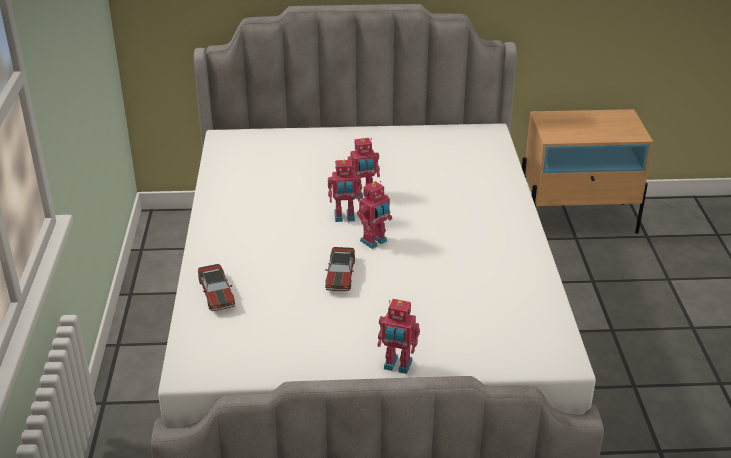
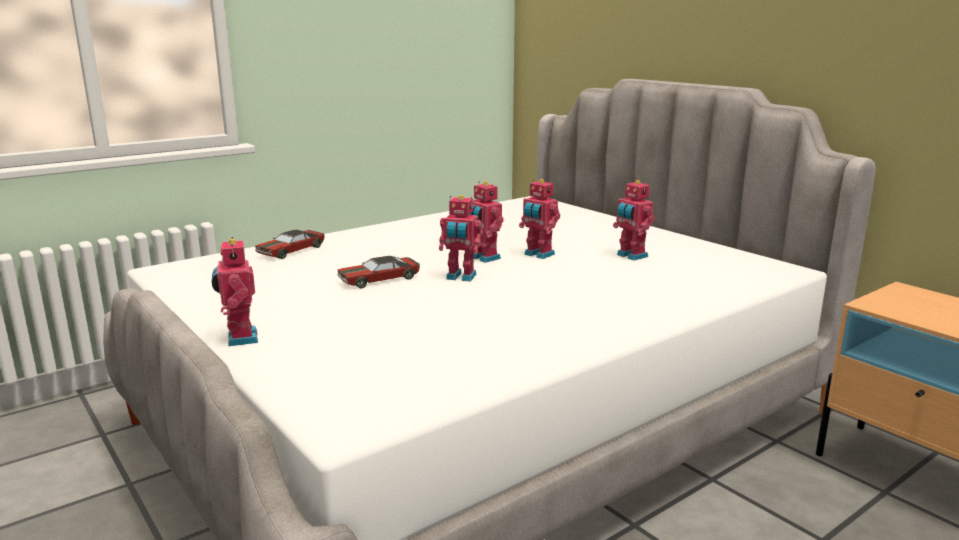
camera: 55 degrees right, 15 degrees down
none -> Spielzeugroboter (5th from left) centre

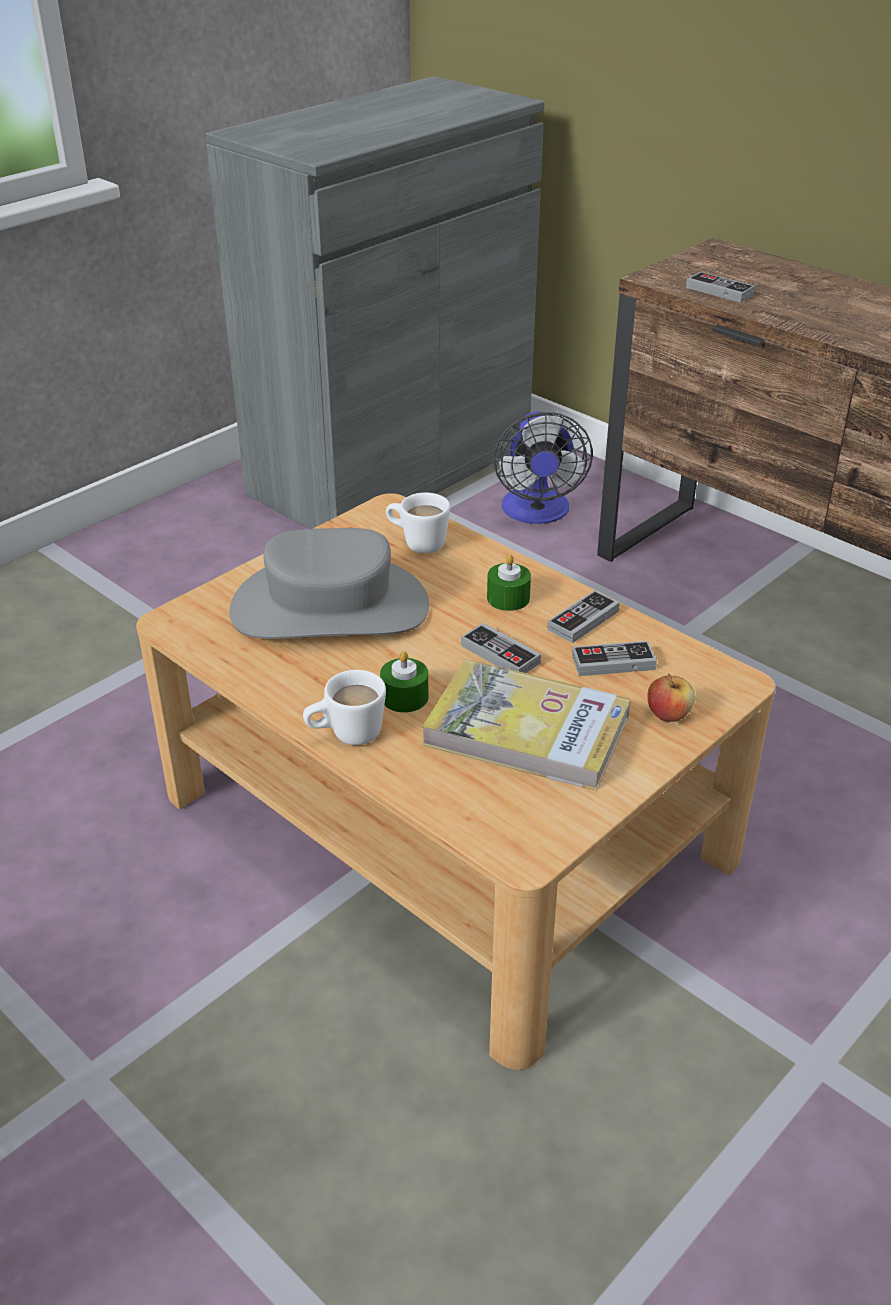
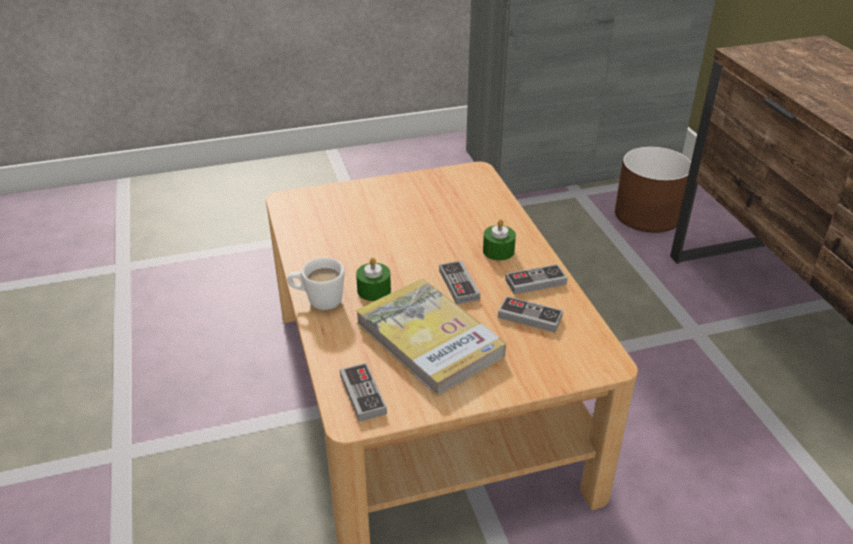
camera: 30 degrees right, 0 degrees up
Hut/grau centre -> none
Henkelbecher/weiß (2nd from left) centre -> none
Ventilator centre -> Pflanzkübel/braun middle right
Apfel middle right -> none
Gamepad (4th from left in the first image) top right -> Gamepad (1st from left) bottom centre, move

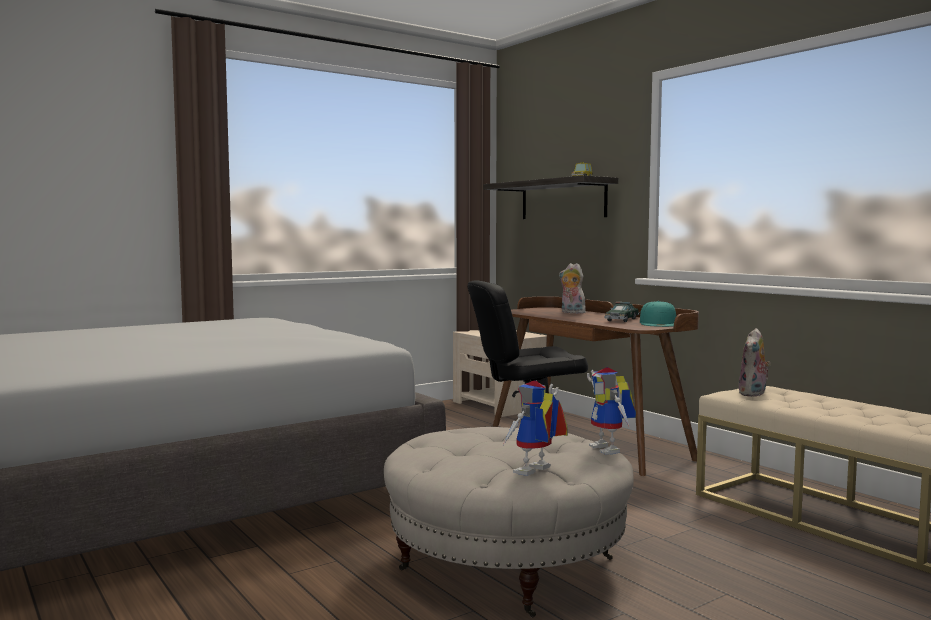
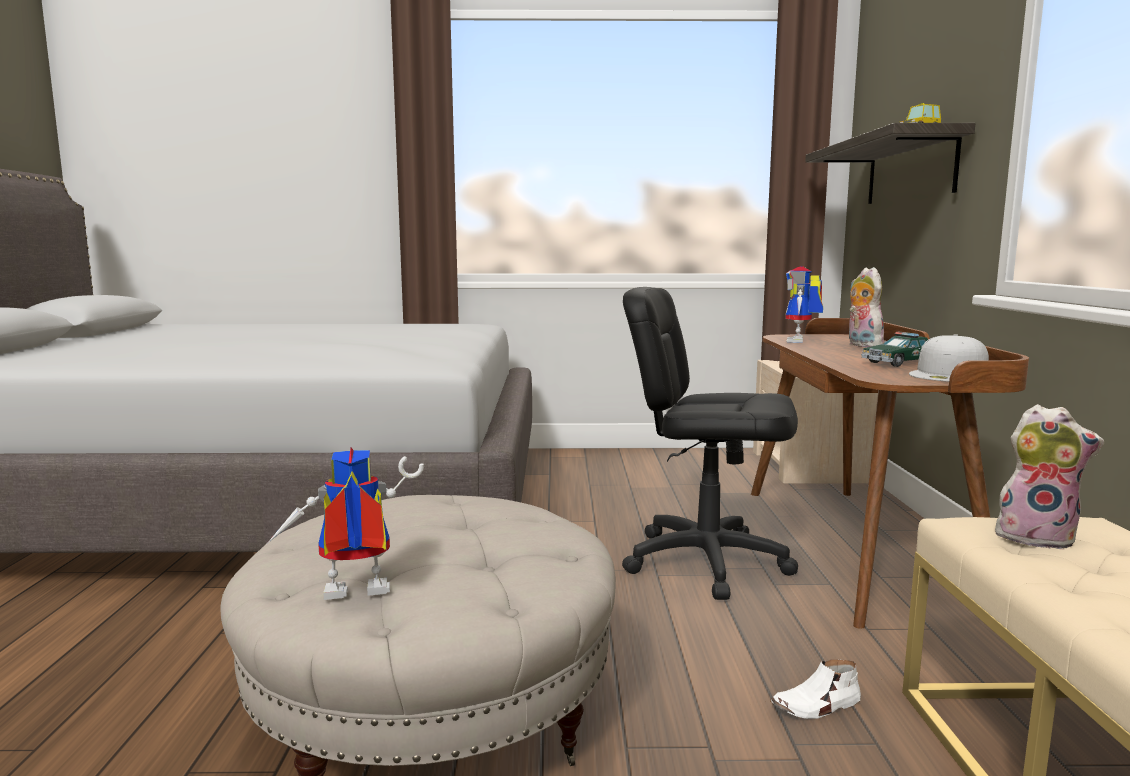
camera: 35 degrees right, 5 degrees up
Spielzeugroboter (2nd from left) centre -> Spielzeugroboter (2nd from left) middle right, move
Kappe/türkis middle right -> Kappe/weiß middle right
Plüschtier (2nd from left) middle right, 135 degrees counterclockwise
none -> Schuh/weiß bottom right

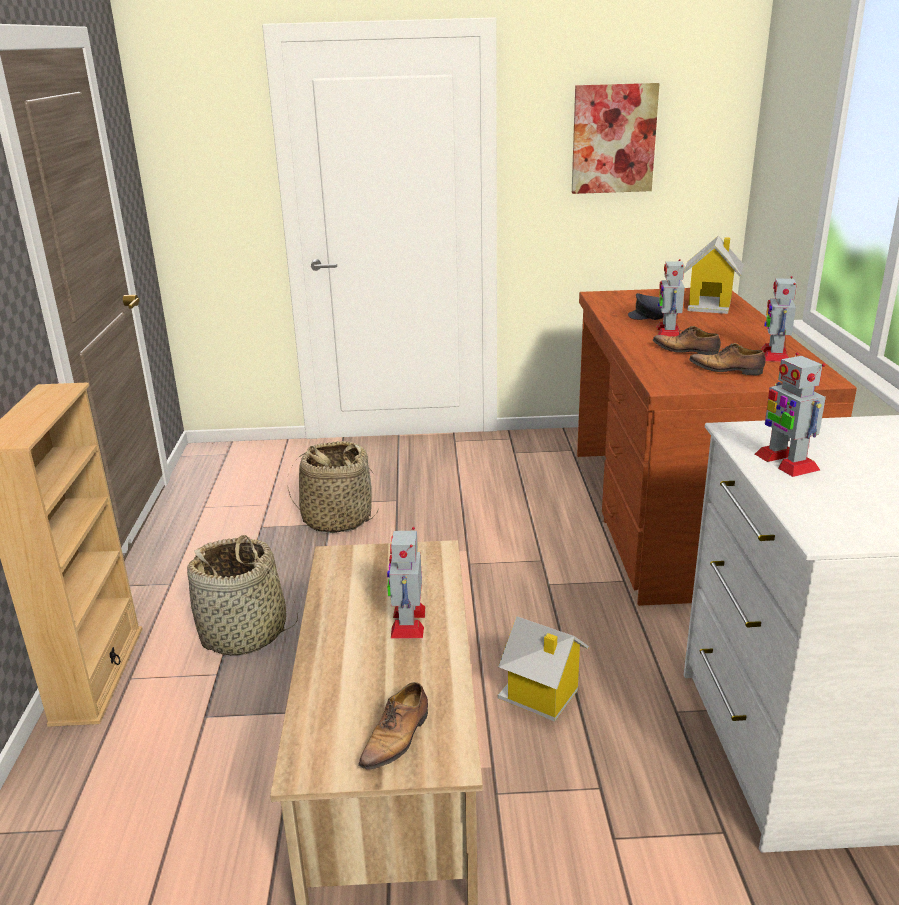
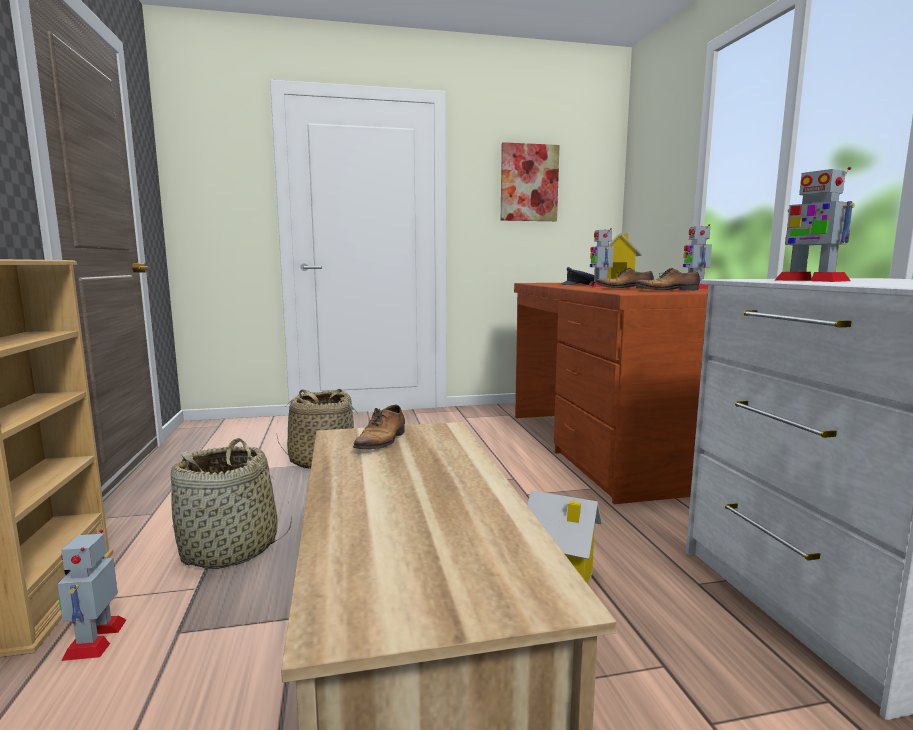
camera: 10 degrees left, 15 degrees down
Schuh (1st from left) bottom centre -> Schuh (1st from left) centre, move
Spielzeugroboter (1st from left) centre -> Spielzeugroboter (1st from left) bottom left, move

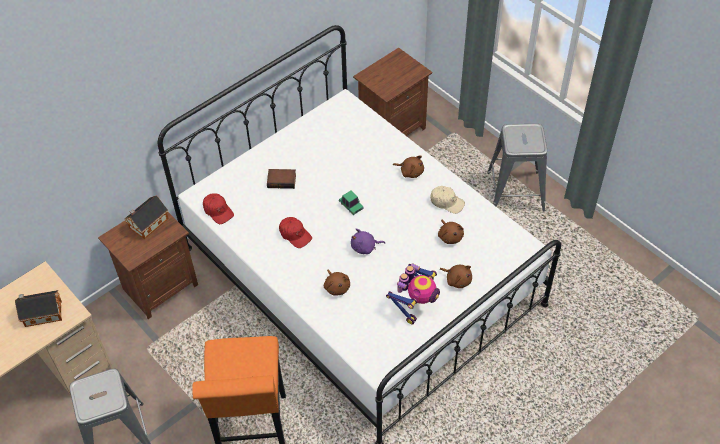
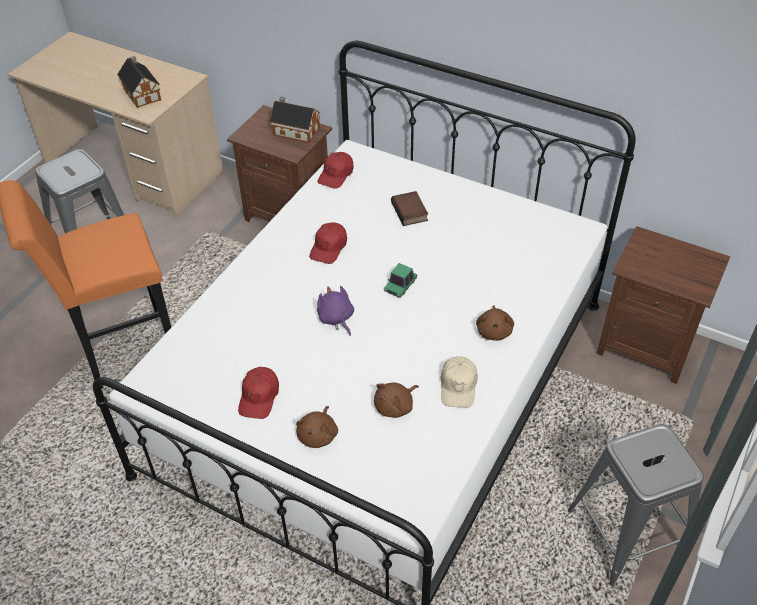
camera: 70 degrees right, 5 degrees down
Plüschtier/braun (1st from left) centre -> none
Spielzeugroboter centre -> Kappe/rot (1st from left) centre

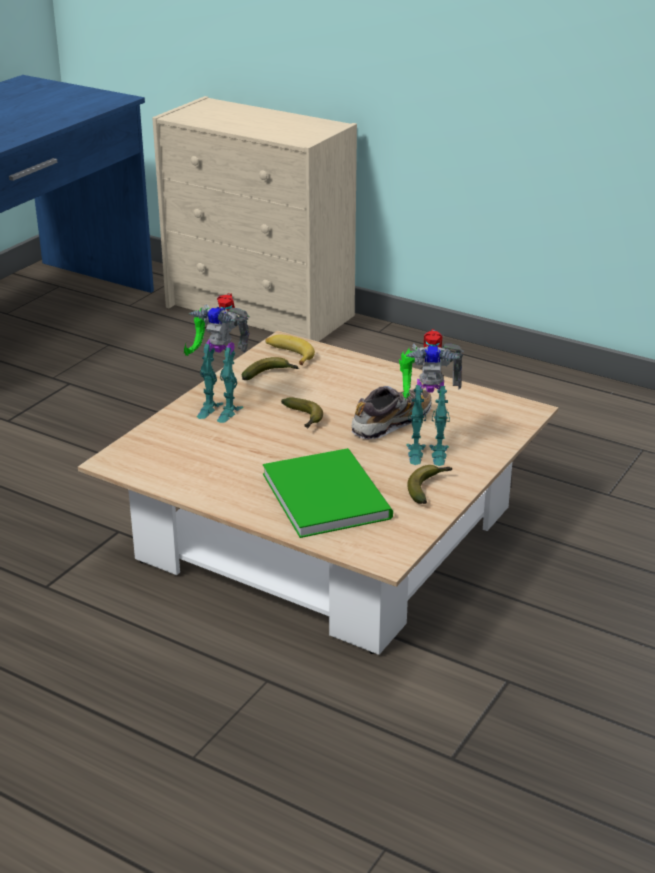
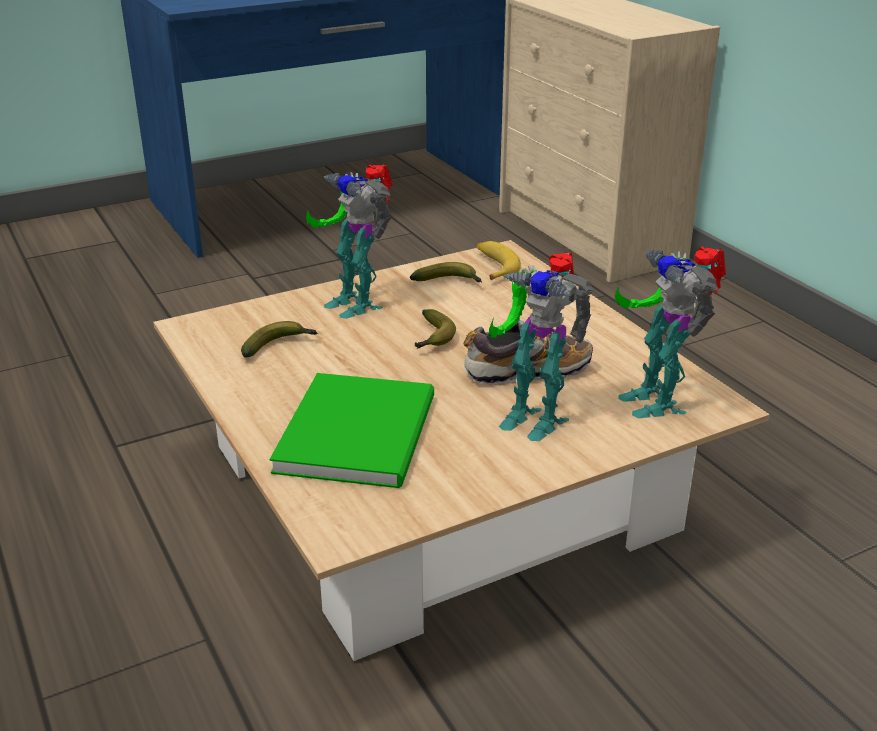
camera: 30 degrees right, 0 degrees up
Banane (4th from left in the first image) centre -> Banane (1st from left) middle left, move
none -> Spielzeugroboter (3rd from left) middle right

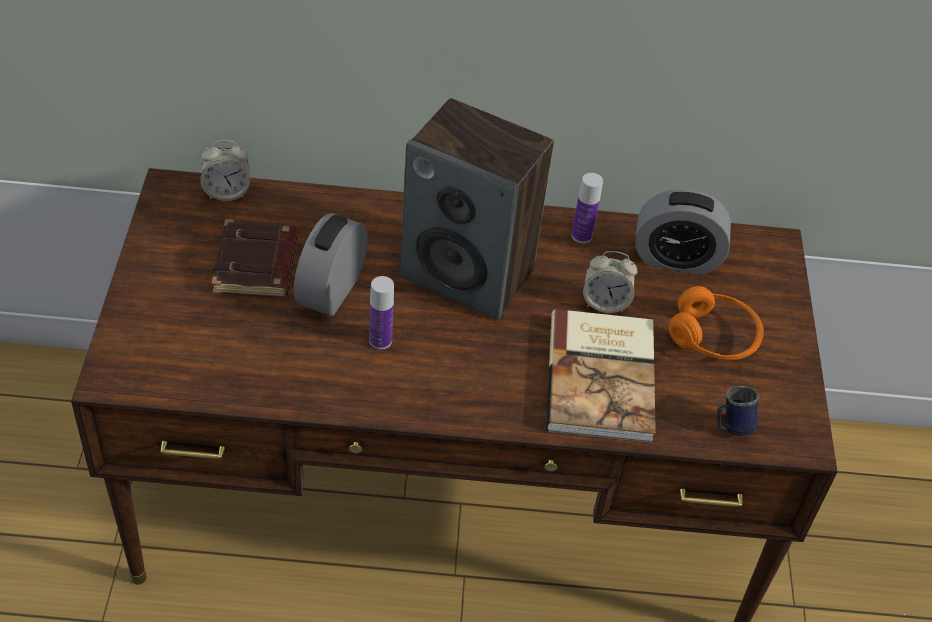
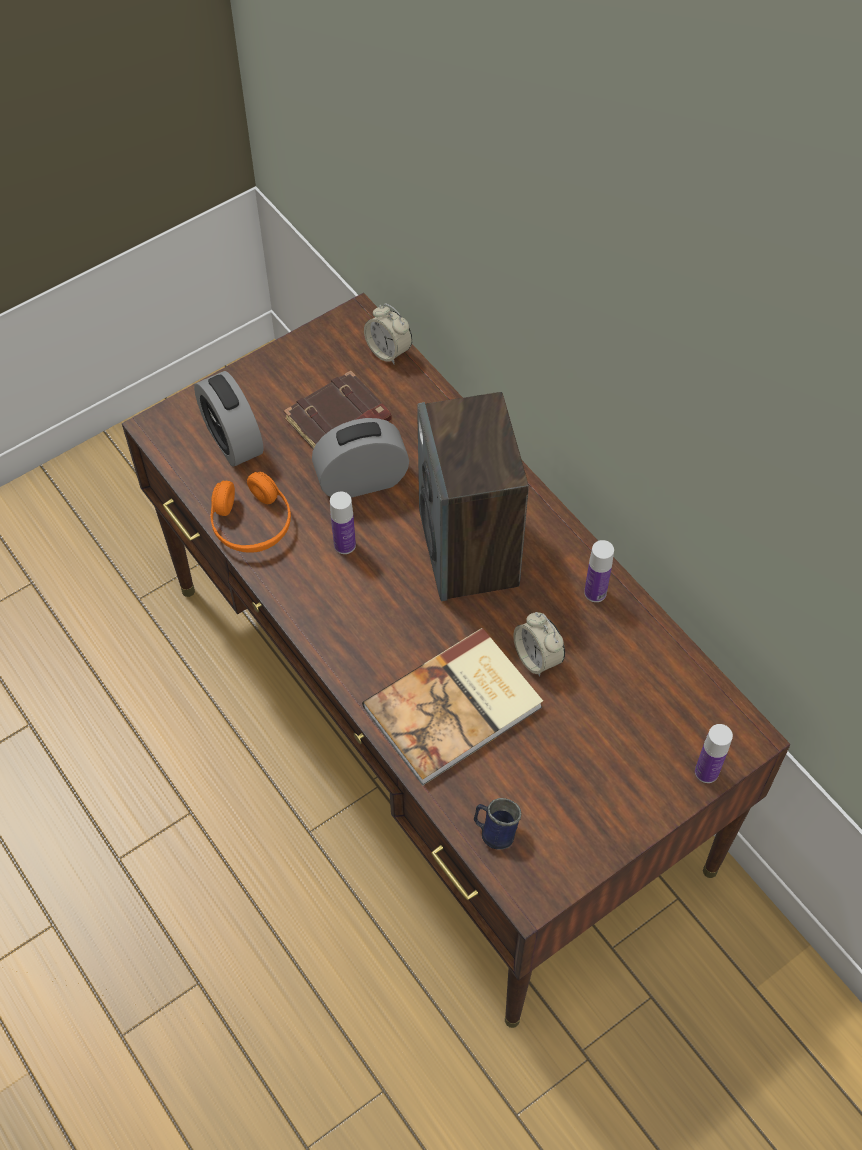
camera: 55 degrees right, 10 degrees up
Wecker (4th from left in the first image) middle right -> Wecker (1st from left) middle left, move
Kopfhörer/orange middle right -> Kopfhörer/orange middle left, move
none -> Flasche (3rd from left) middle right

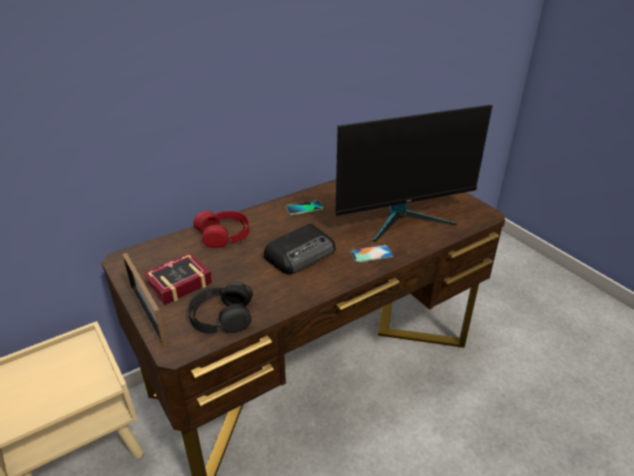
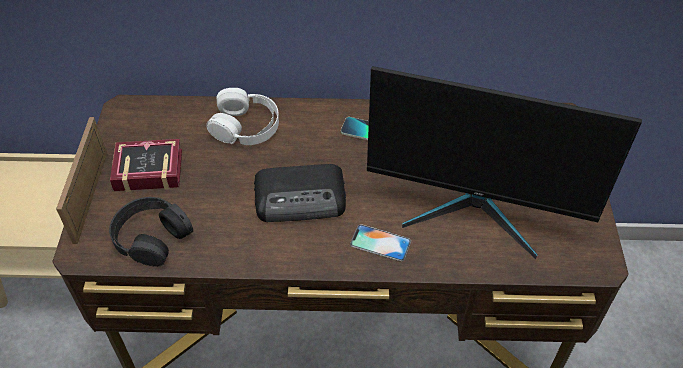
camera: 35 degrees right, 15 degrees up
Kopfhörer/rot centre -> Kopfhörer/weiß top centre

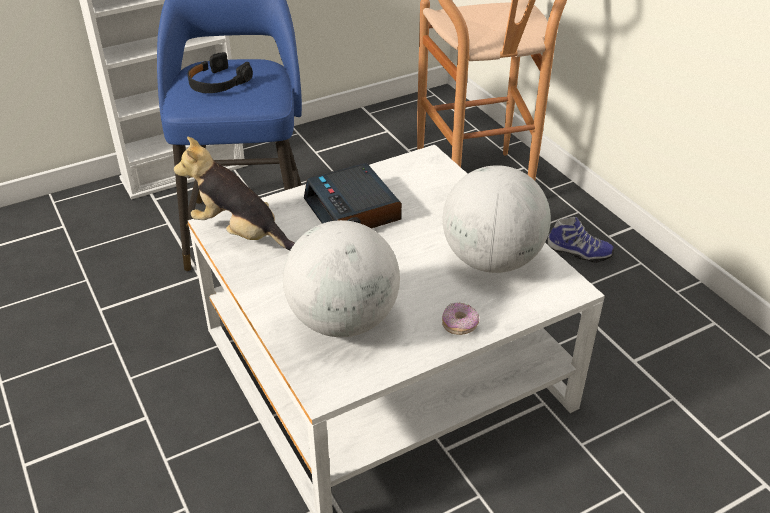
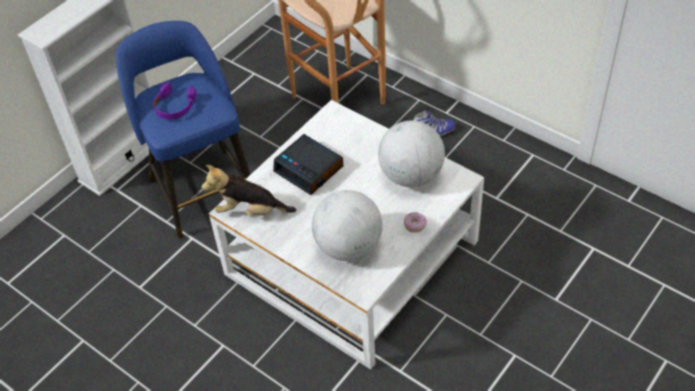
camera: 20 degrees left, 10 degrees up
Kopfhörer/schwarz top left -> Kopfhörer/lila top left

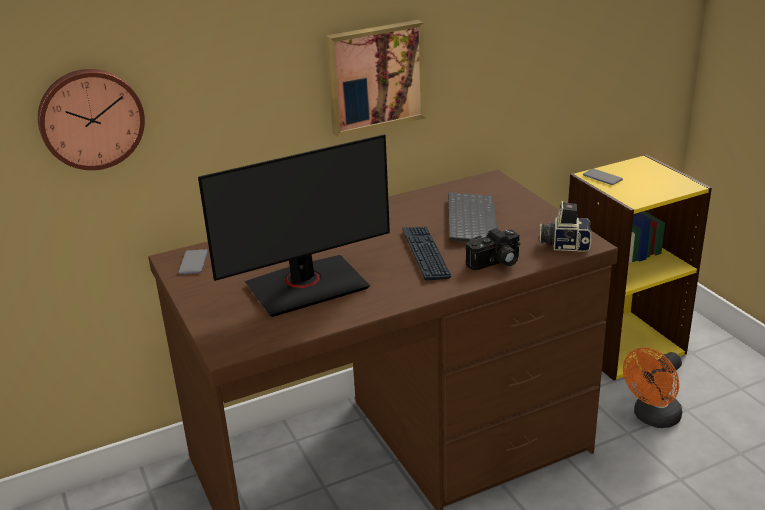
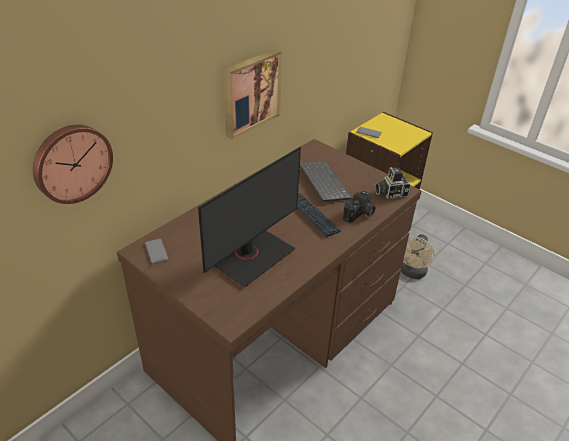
camera: 25 degrees left, 10 degrees up
Ventilator/orange bottom right -> Ventilator/beige middle right

